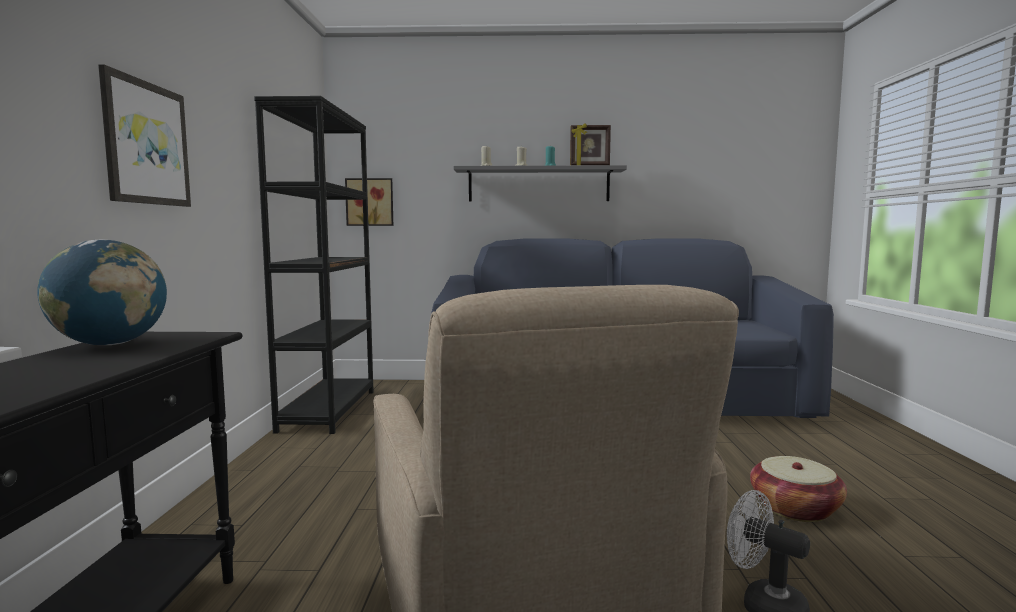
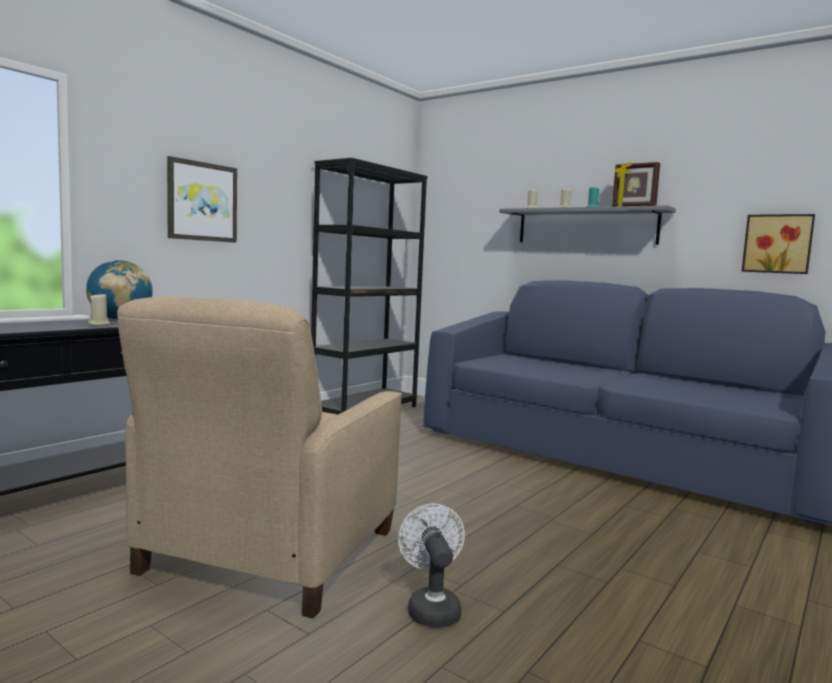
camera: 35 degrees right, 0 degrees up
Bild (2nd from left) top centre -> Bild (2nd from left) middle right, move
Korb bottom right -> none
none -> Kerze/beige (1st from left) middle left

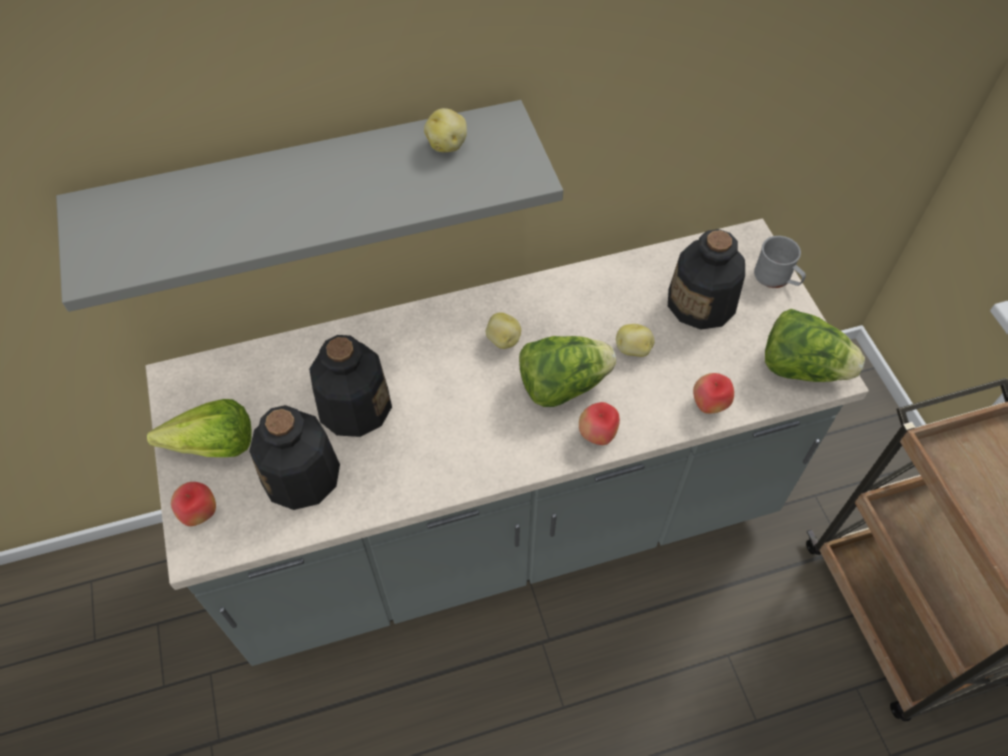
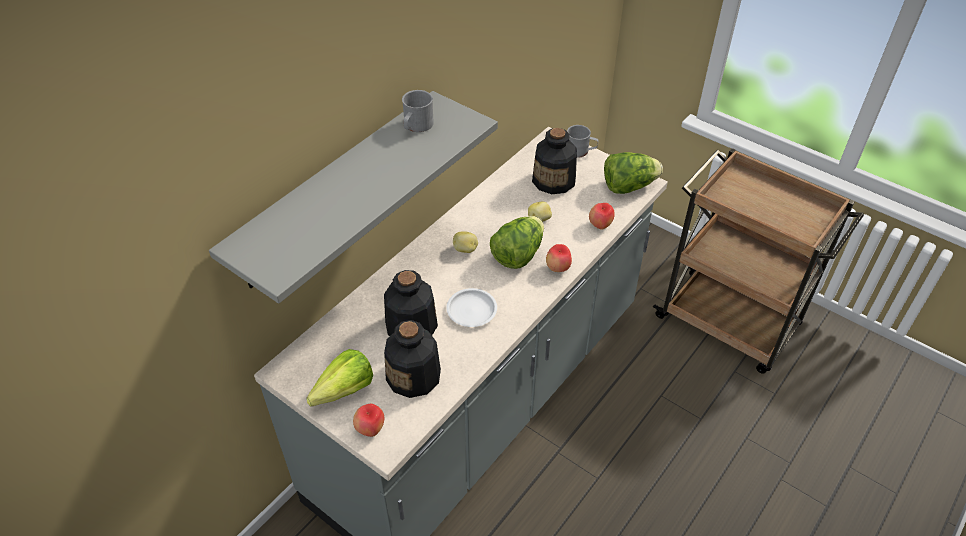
camera: 35 degrees left, 10 degrees down
Kartoffel (1st from left) top centre -> Henkelbecher/grau (1st from left) top centre
none -> Teller/weiß centre

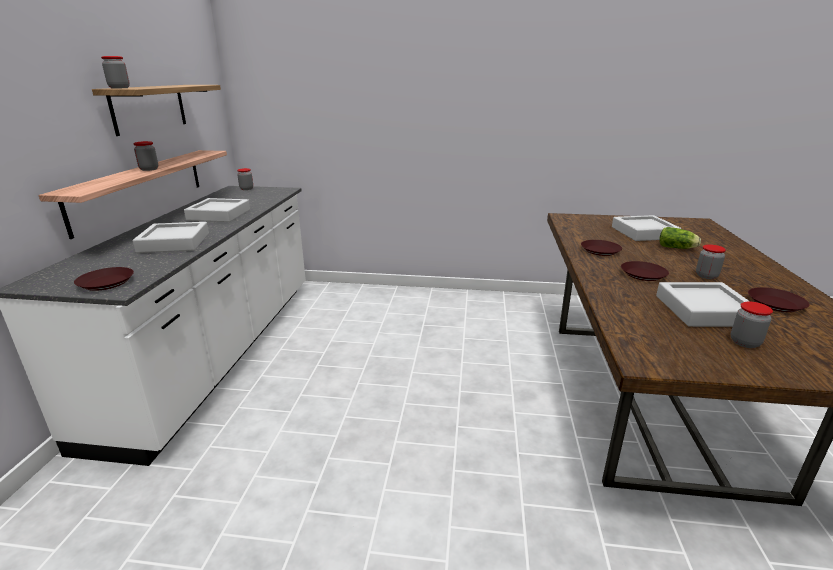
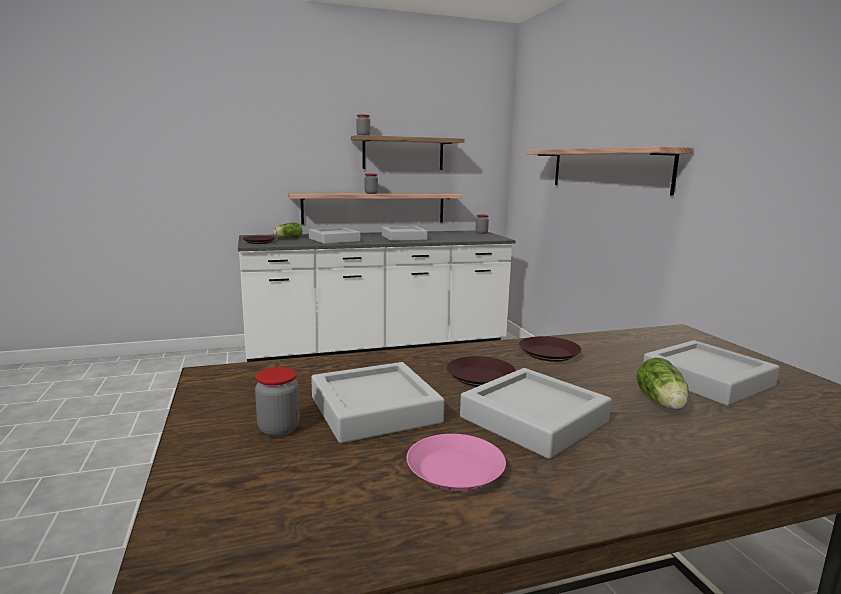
camera: 65 degrees right, 10 degrees down
Vorratsglas (4th from left) middle right -> Tablett/grau (4th from left) bottom centre
Teller/braun (4th from left) middle right -> Teller/rosa bottom centre
none -> Salatkopf (1st from left) centre
none -> Wandregal (3rd from left) top right

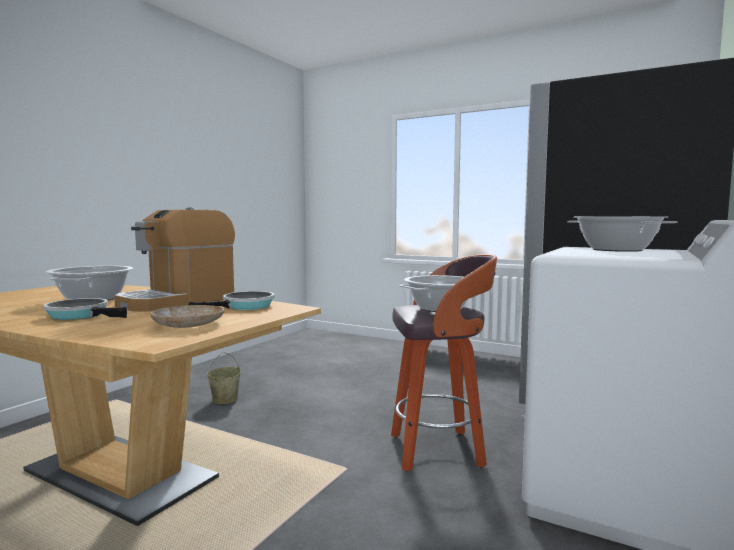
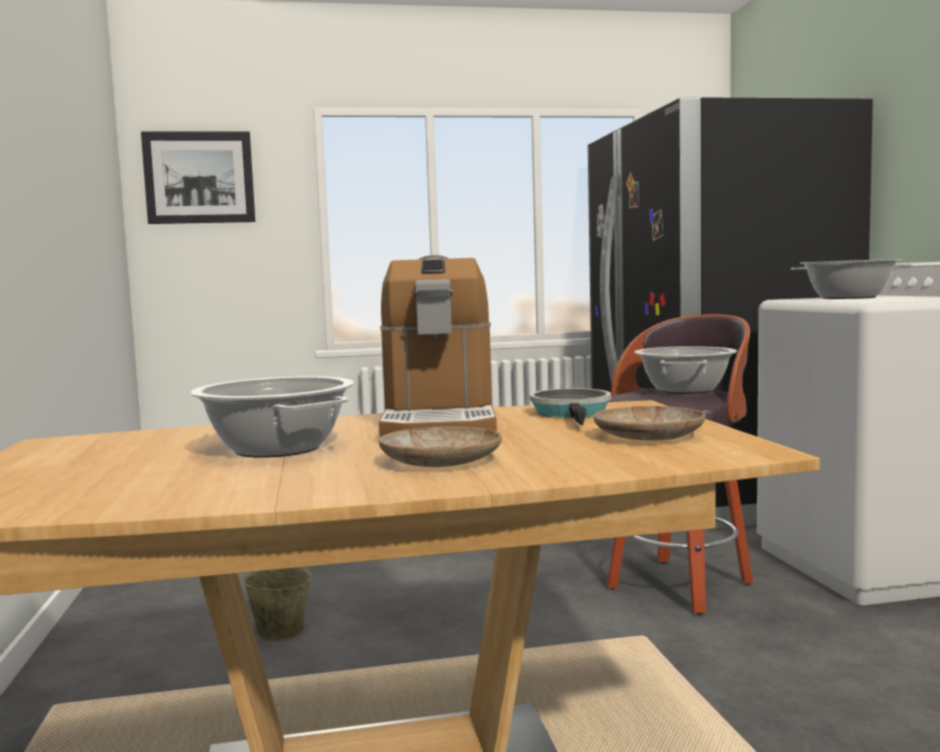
camera: 40 degrees left, 0 degrees up
Pfanne (1st from left) middle left -> Teller/beige (1st from left) centre
none -> Bild top left

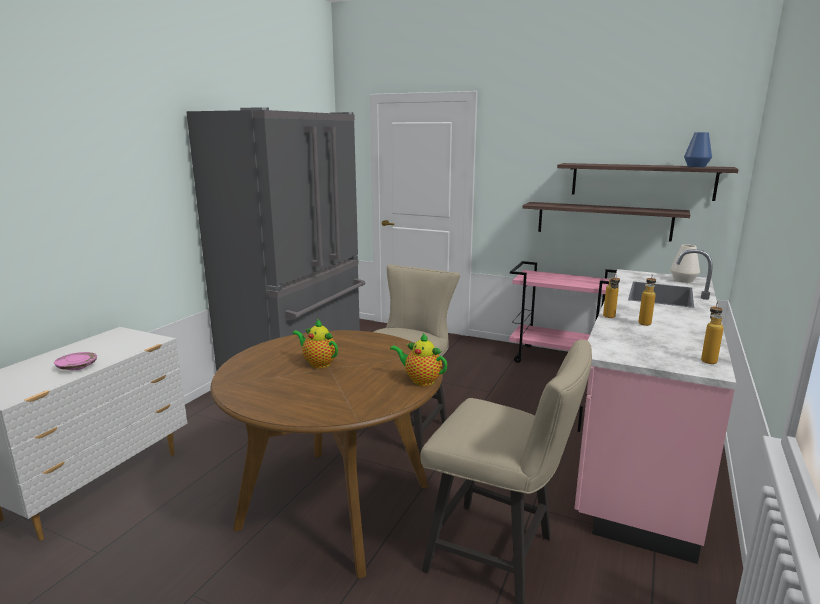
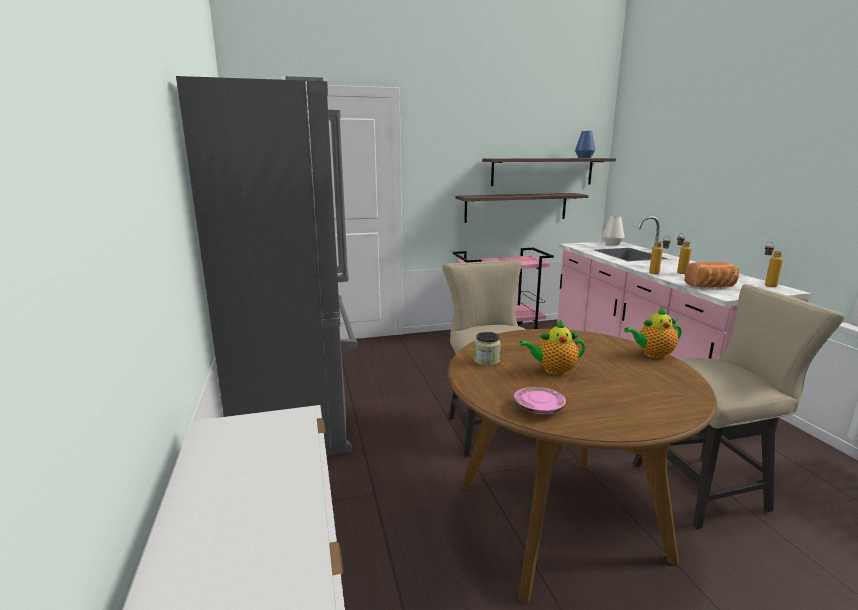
camera: 40 degrees left, 0 degrees up
Teller/rosa middle left -> Teller/rosa centre, move
none -> Vorratsglas centre
none -> Brot middle right

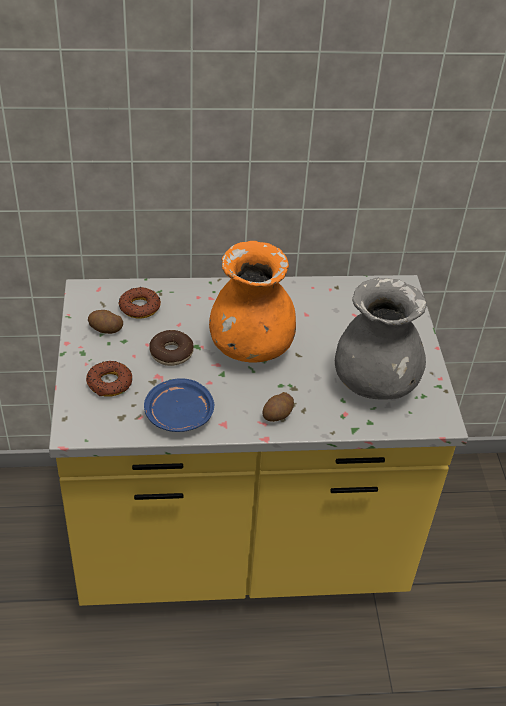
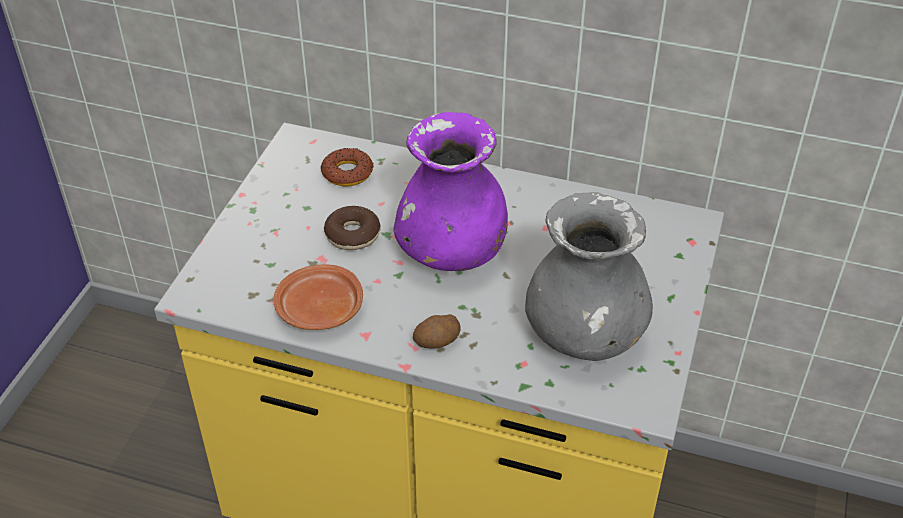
camera: 25 degrees right, 0 degrees up
Donut (1st from left) middle left -> none
Kartoffel (1st from left) middle left -> none
Teller/blau centre -> Teller/braun centre
Vase/orange centre -> Vase/lila centre

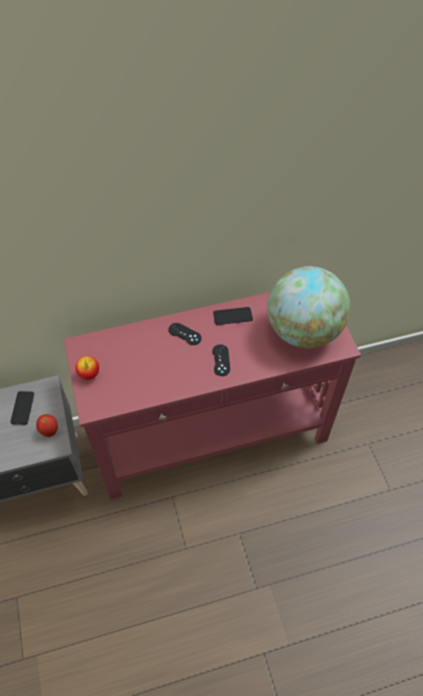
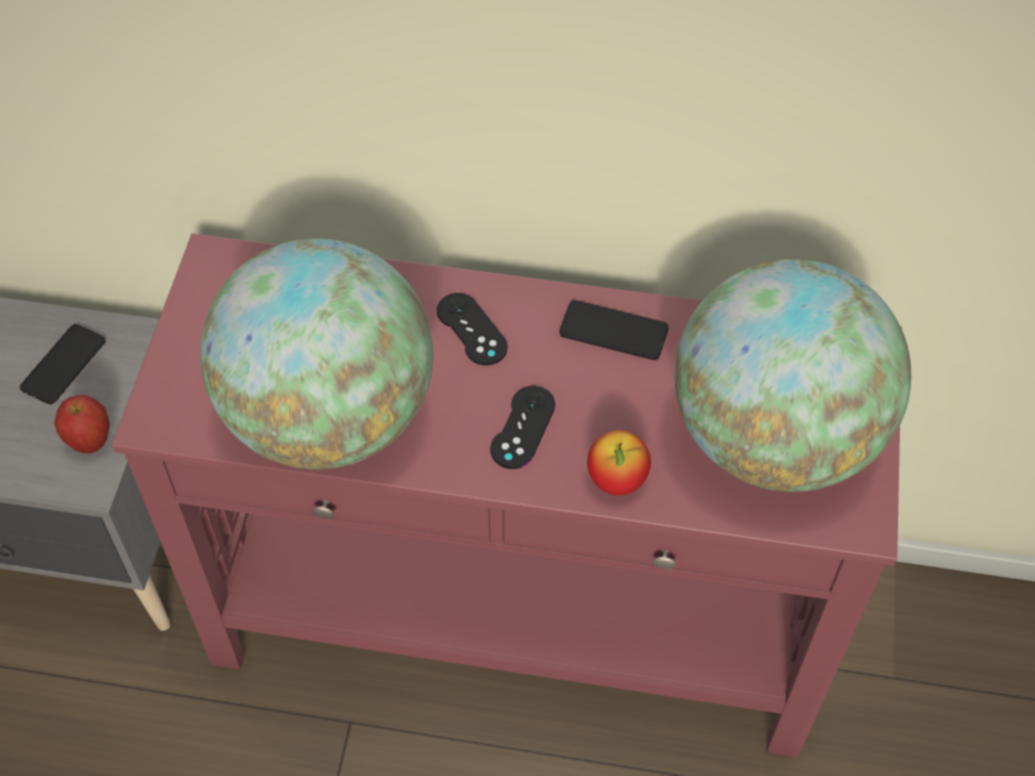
camera: 25 degrees right, 0 degrees up
Apfel (2nd from left) middle left -> Apfel (2nd from left) centre, move
none -> Globus (1st from left) middle left

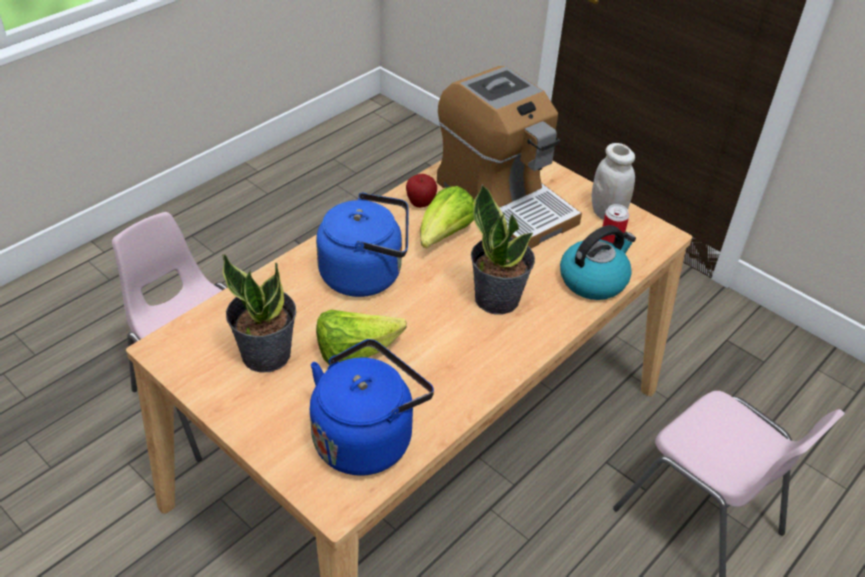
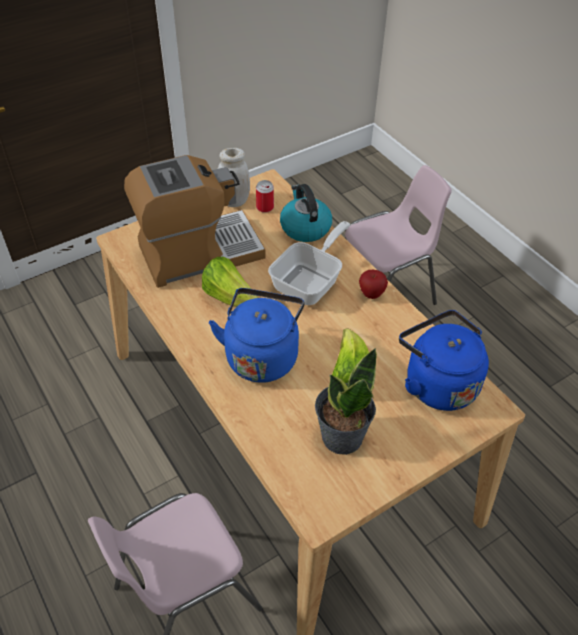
camera: 75 degrees left, 5 degrees up
Apfel top centre -> Apfel centre, move
Topfpflanze (2nd from left) centre -> Pfanne centre

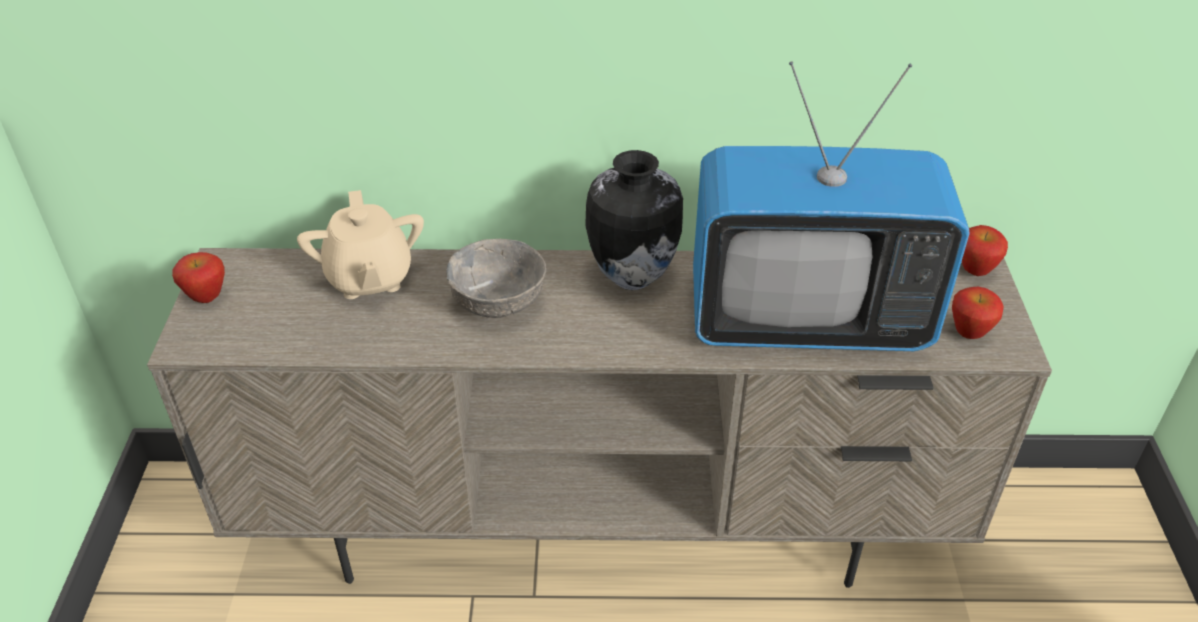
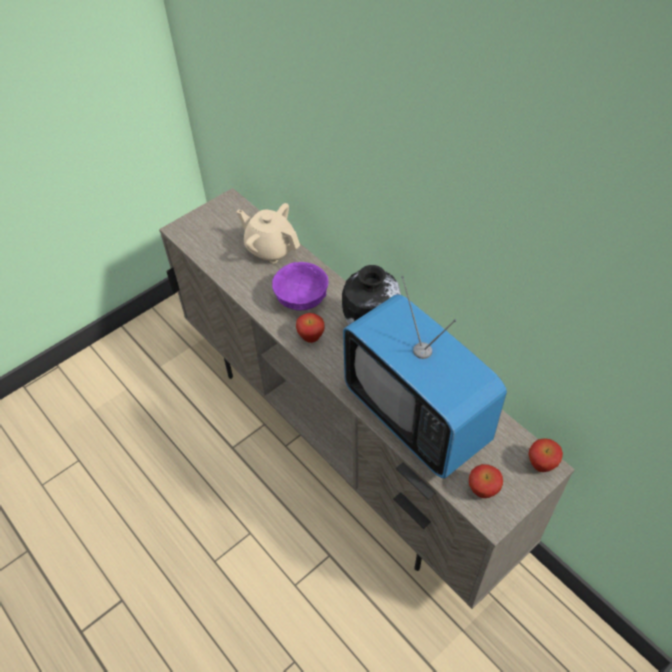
camera: 50 degrees right, 10 degrees up
Apfel (1st from left) middle left -> Apfel (1st from left) centre, move
Teekanne/beige middle left -> Teekanne/beige centre, 90 degrees clockwise
Schüssel/grau centre -> Schüssel/lila centre

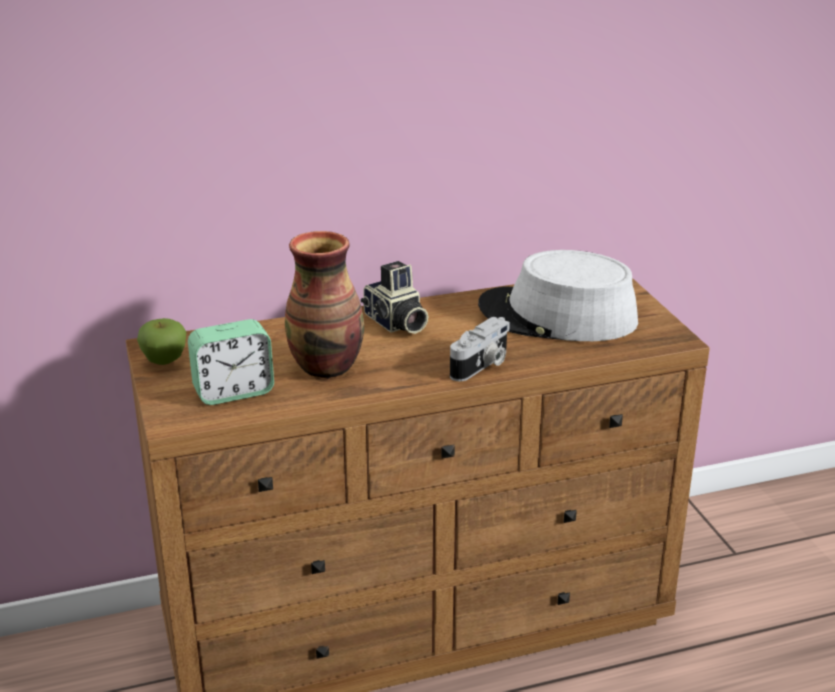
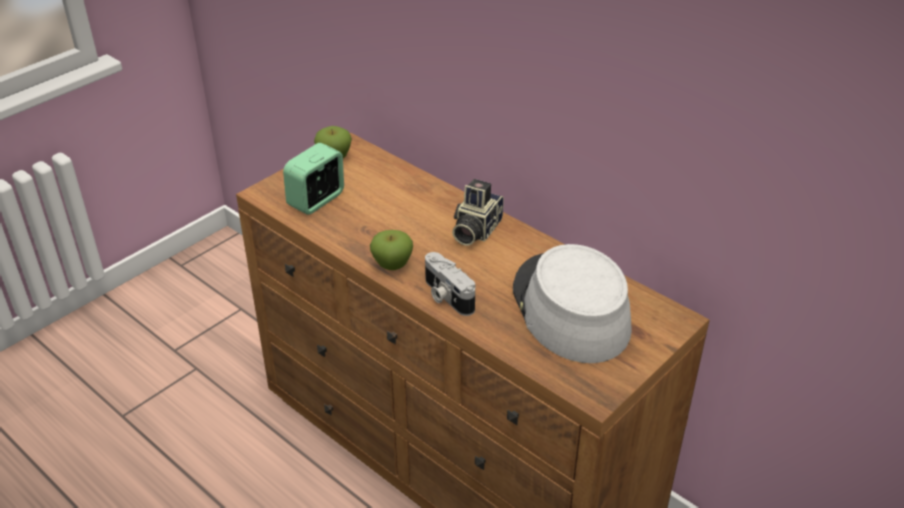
camera: 60 degrees right, 10 degrees up
Wecker middle left -> Wecker centre, 90 degrees clockwise
Vase centre -> none
Kamera (2nd from left in the first image) centre -> Kamera (1st from left) centre, 45 degrees clockwise
none -> Apfel (2nd from left) centre

